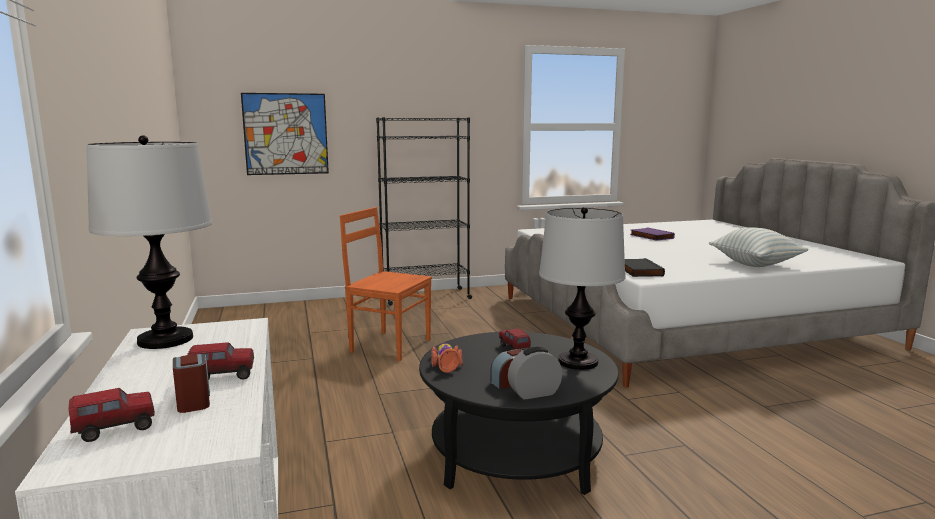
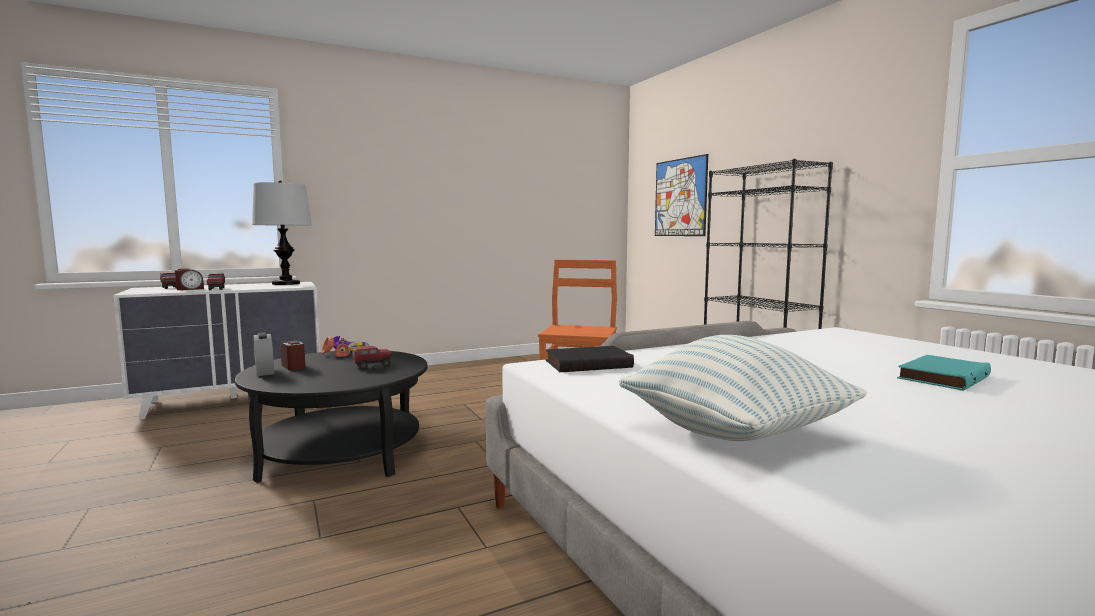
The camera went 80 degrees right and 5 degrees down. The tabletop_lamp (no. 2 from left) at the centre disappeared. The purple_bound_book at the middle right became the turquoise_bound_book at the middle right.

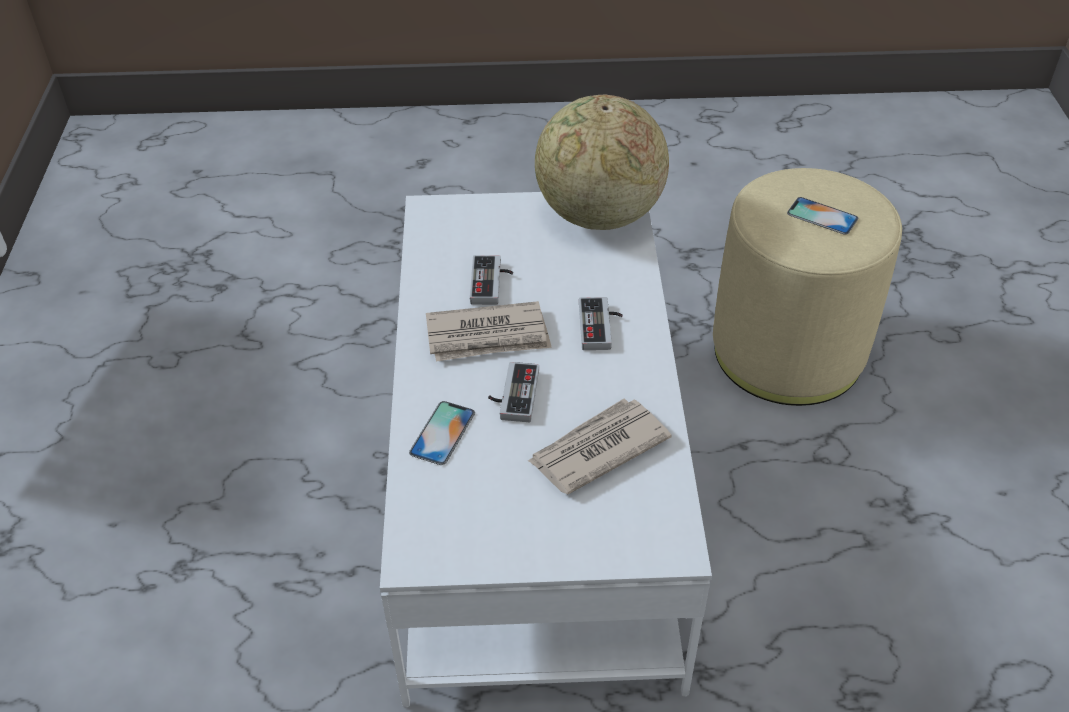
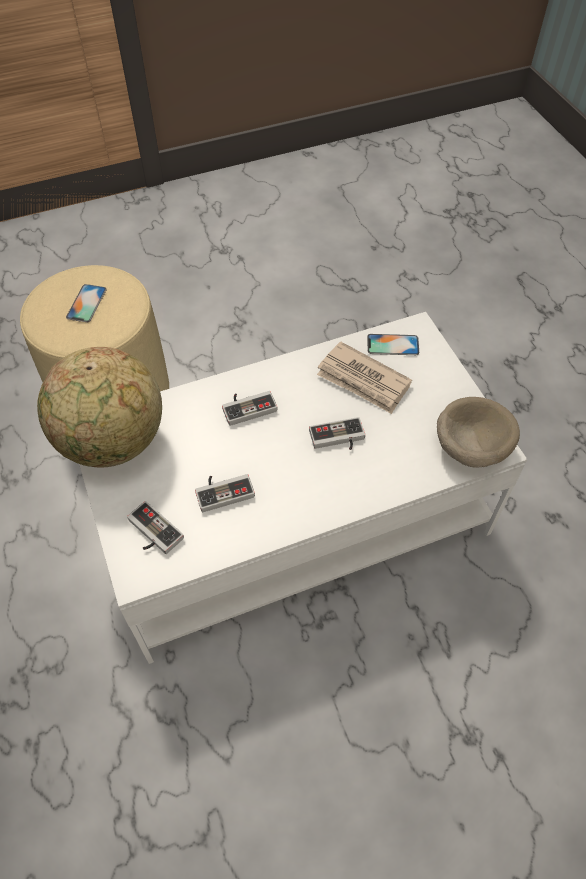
The camera went 110 degrees left and 10 degrees up. The printed_paper (no. 1 from left) at the centre disappeared. The phone (no. 1 from left in the first image) moved from the centre to the middle right. The beige_serving_bowl at the middle right appeared. The gamepad (no. 1 from left) at the middle left appeared.

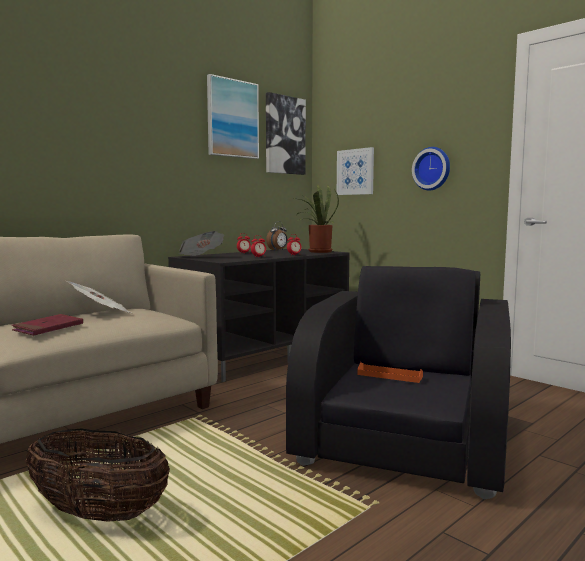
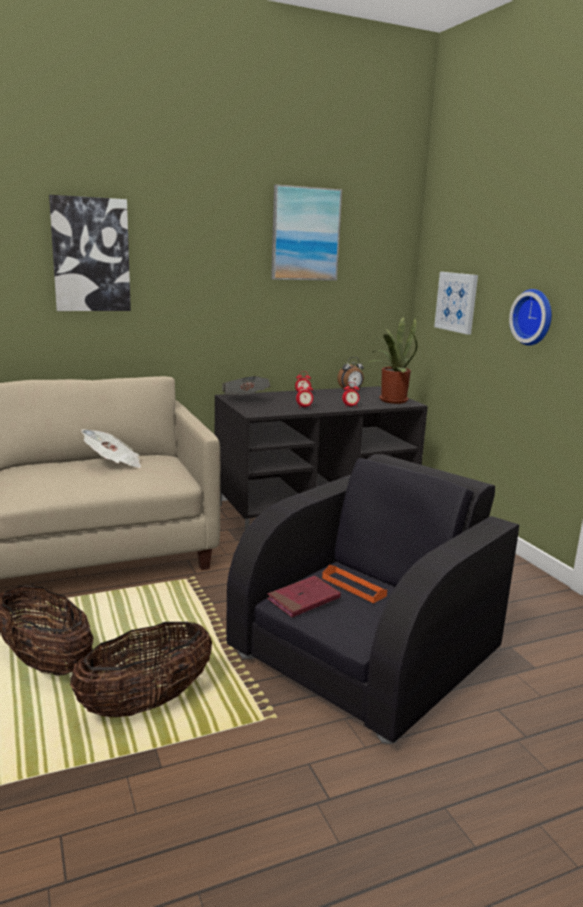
The camera went 20 degrees right and 10 degrees up. The wall_art (no. 2 from left in the first image) moved from the top centre to the top left. The red_bound_book moved from the middle left to the centre. The basket (no. 2 from left) at the bottom left appeared.

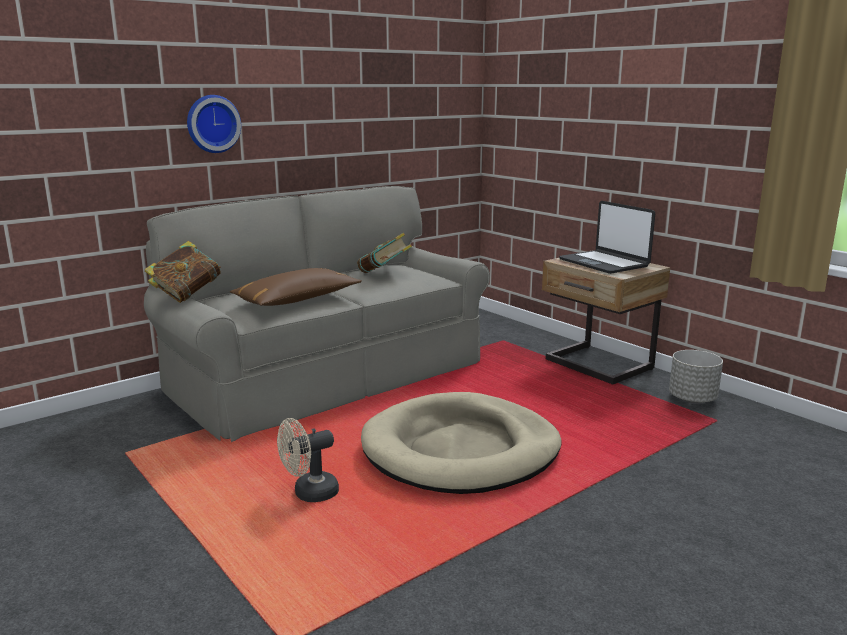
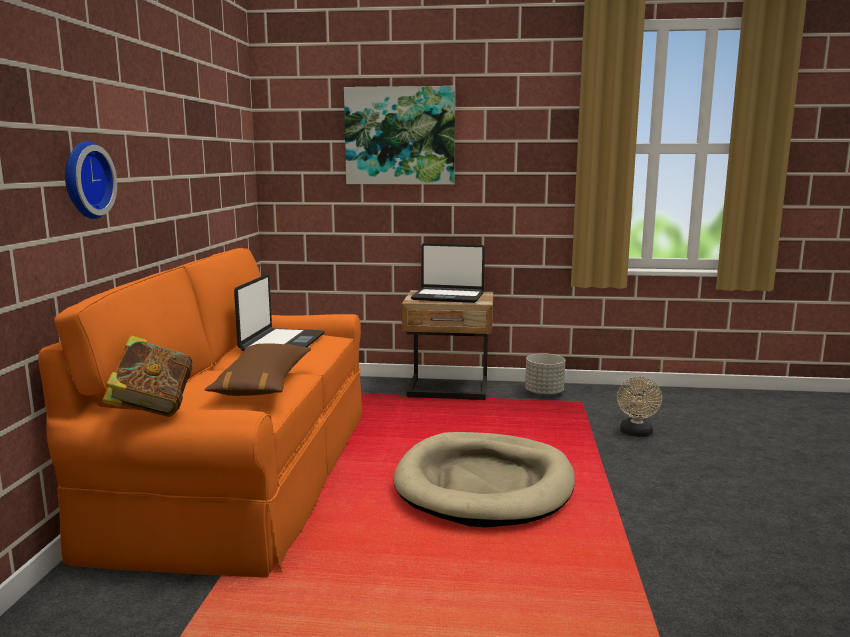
The camera went 45 degrees left and 5 degrees down. The greyish_couch at the centre became the orangey_couch at the middle left. The bound_book (no. 2 from left) at the centre was replaced by the laptop (no. 1 from left) at the middle left. The beige_electric_fan moved from the bottom centre to the middle right. The wall_art at the top centre appeared.

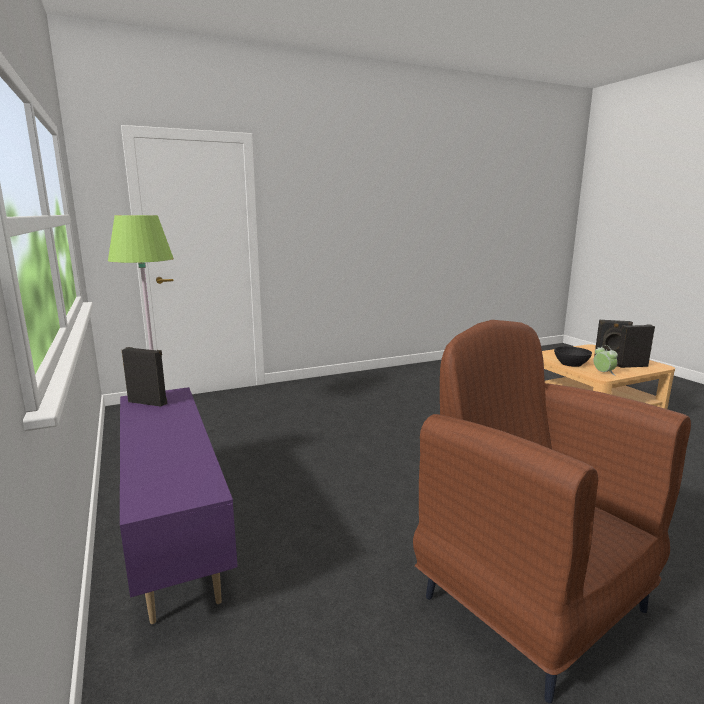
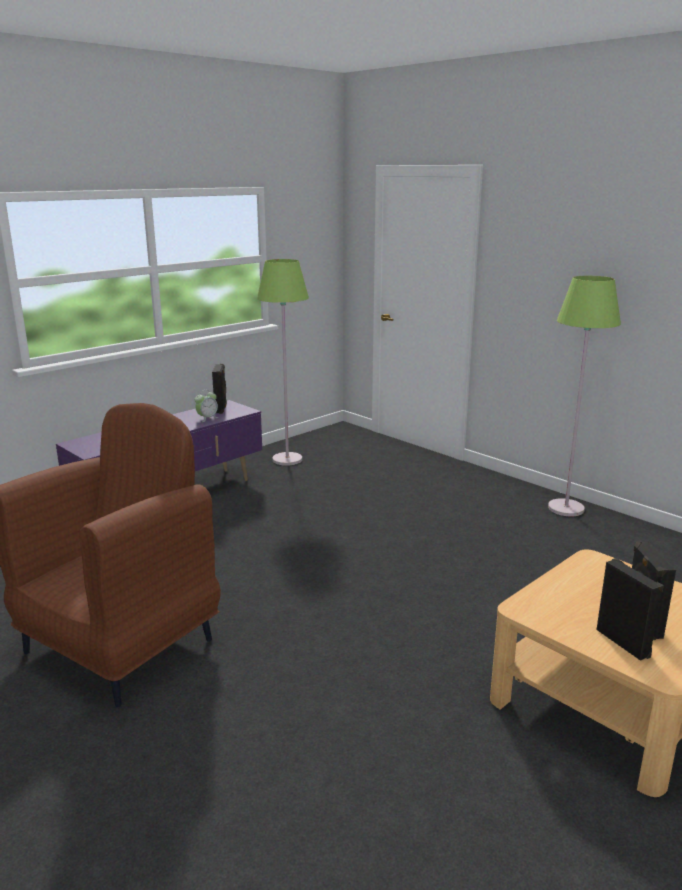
The camera went 70 degrees right and 5 degrees up. The table_clock moved from the middle right to the middle left. The black-coloured_serving_bowl at the middle right disappeared. The greenish_floor_lamp (no. 2 from left) at the middle right appeared.

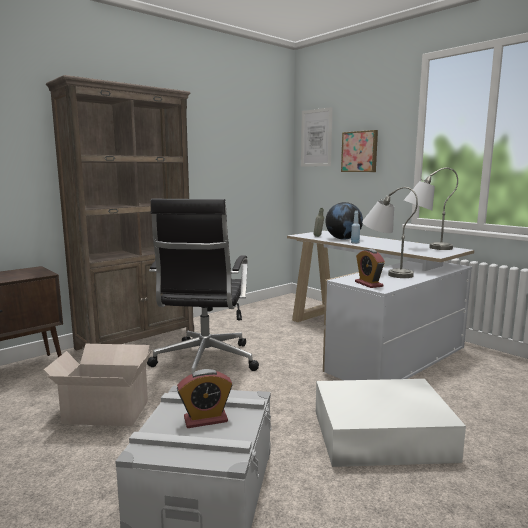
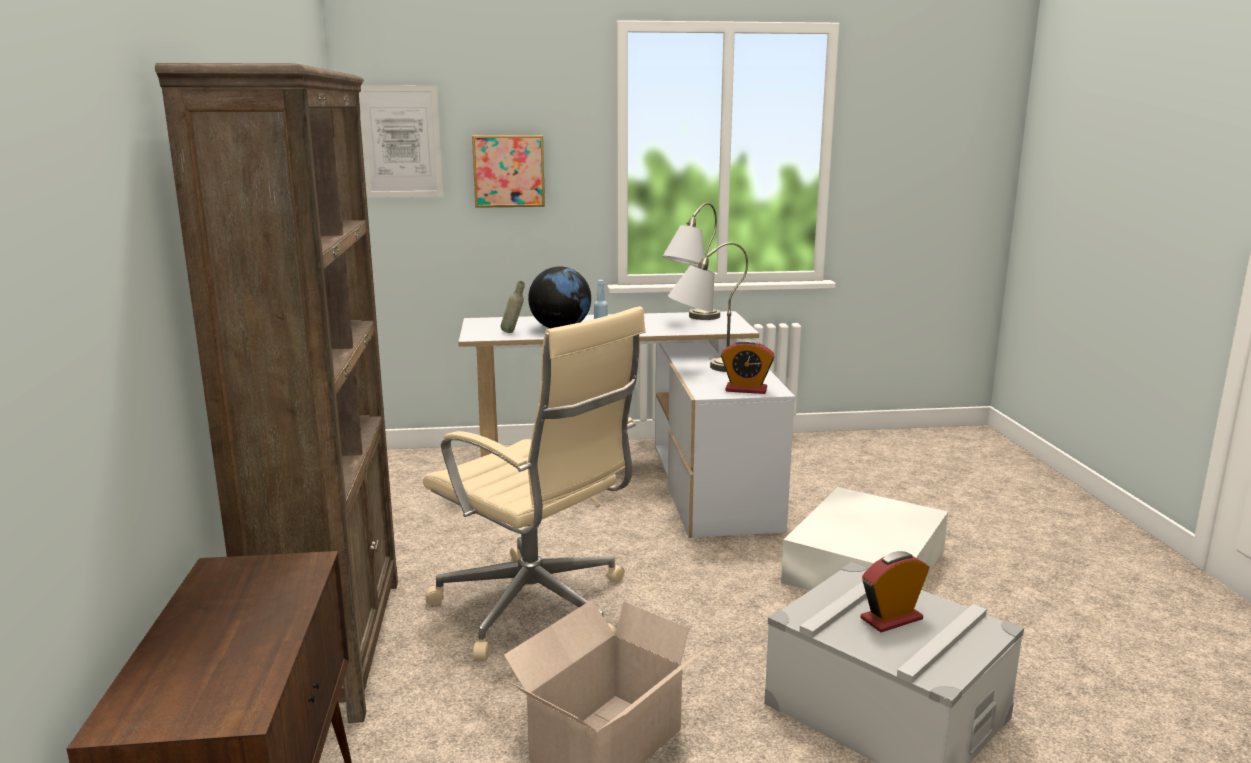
The camera went 55 degrees left and 5 degrees up. The black-coloured_office_chair at the centre became the beige_office_chair at the centre. The table_clock (no. 1 from left in the first image) at the bottom centre turned 135 degrees counterclockwise.

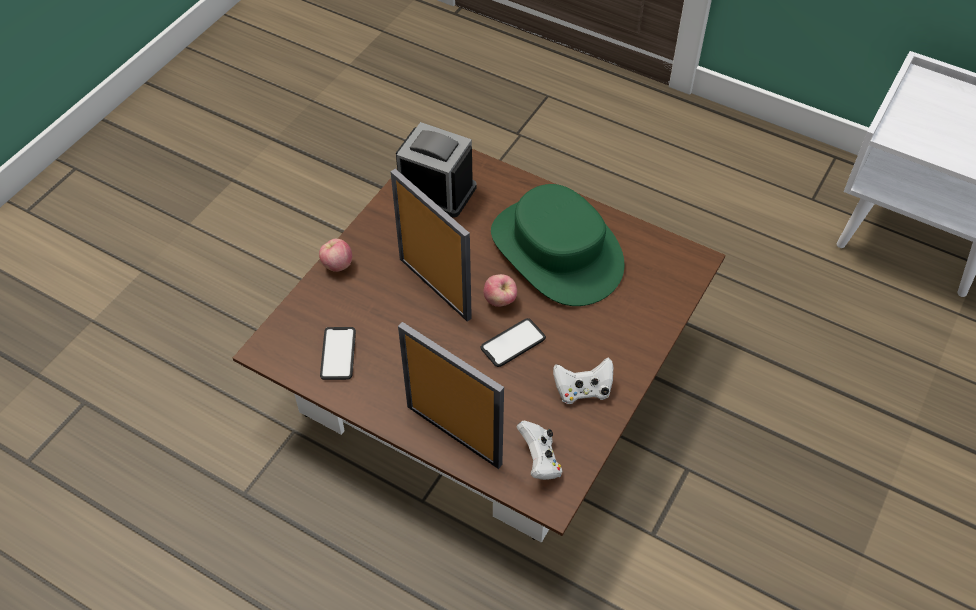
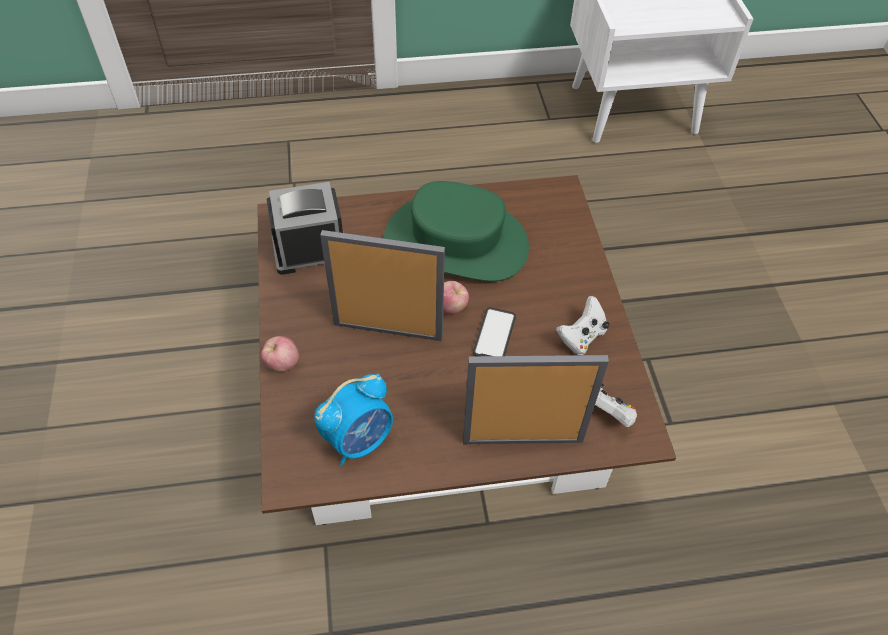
The camera went 40 degrees left and 0 degrees up. The phone (no. 1 from left) at the centre was replaced by the table_clock (no. 2 from left) at the centre.

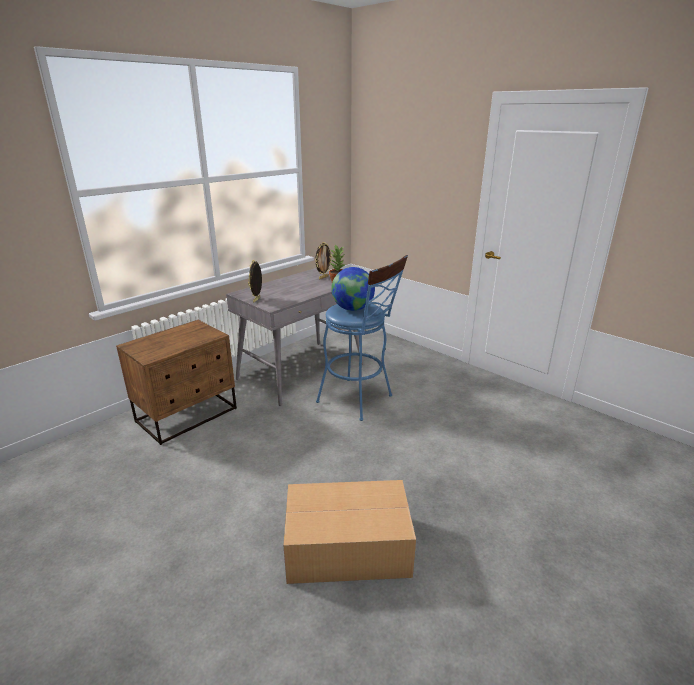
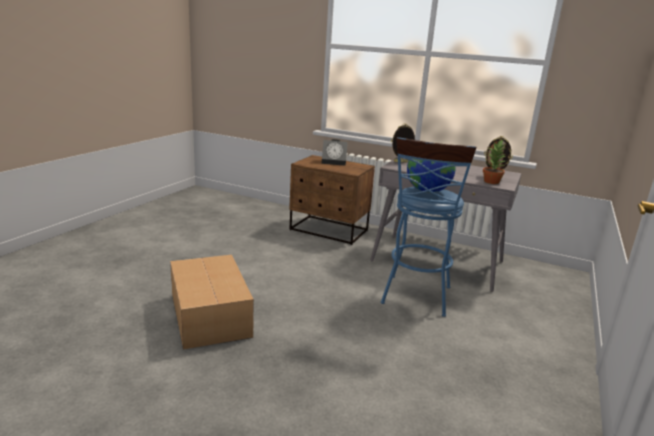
The camera went 70 degrees right and 5 degrees down. The table_clock at the centre appeared.

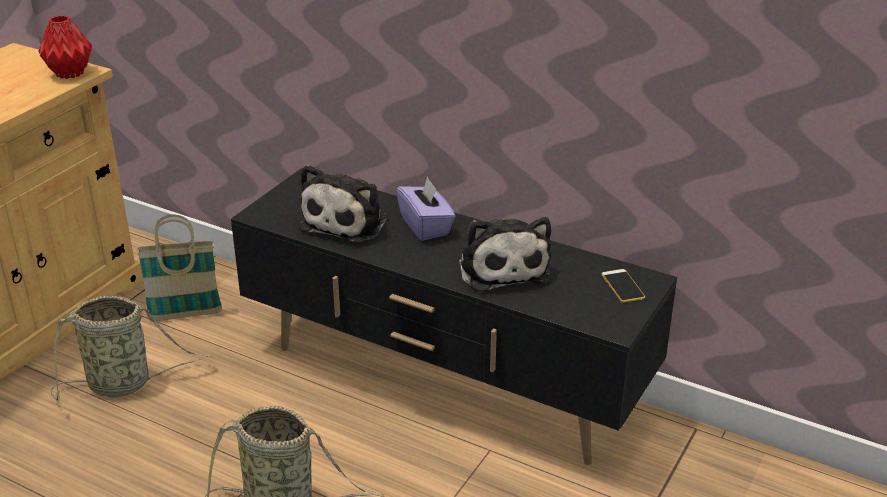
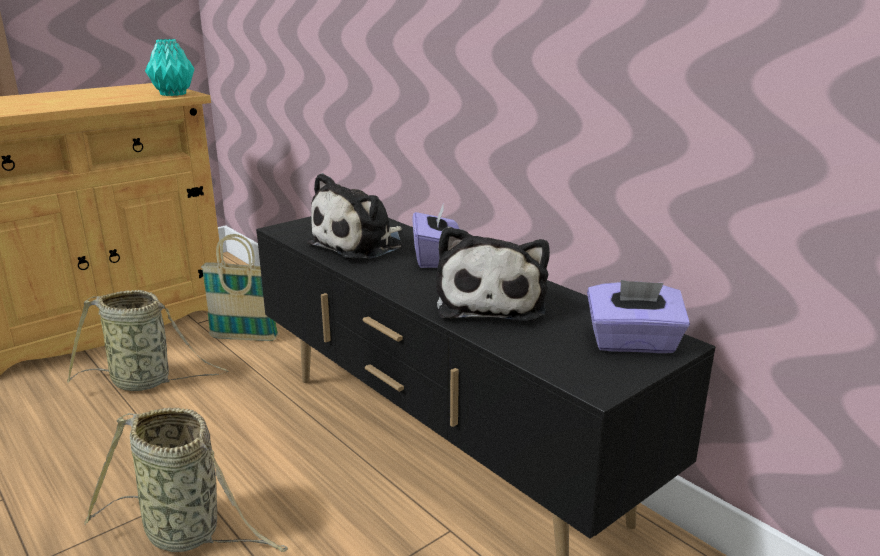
The camera went 20 degrees right and 10 degrees down. The red_vase at the top left became the turquoise_vase at the top left. The phone at the middle right was replaced by the purple_tissue_box (no. 2 from left) at the middle right.

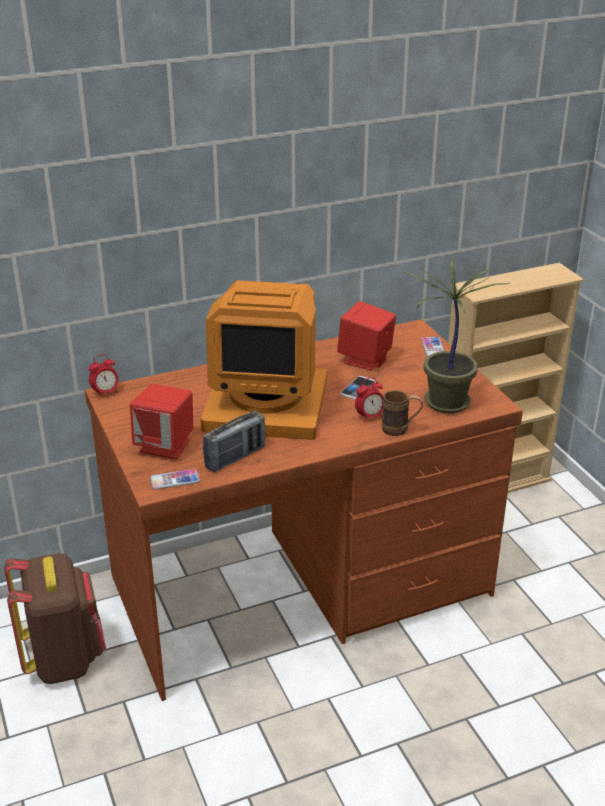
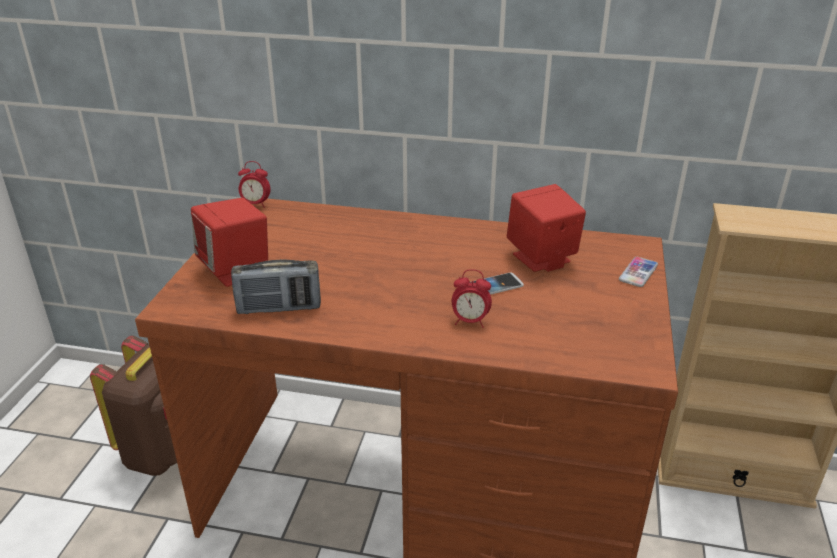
The camera went 35 degrees right and 0 degrees up. The plant_in_a_pot at the middle right disappeared. The monitor at the centre disappeared. The brown-coloured_coffee_mug at the centre disappeared. The phone (no. 1 from left) at the middle left disappeared.

